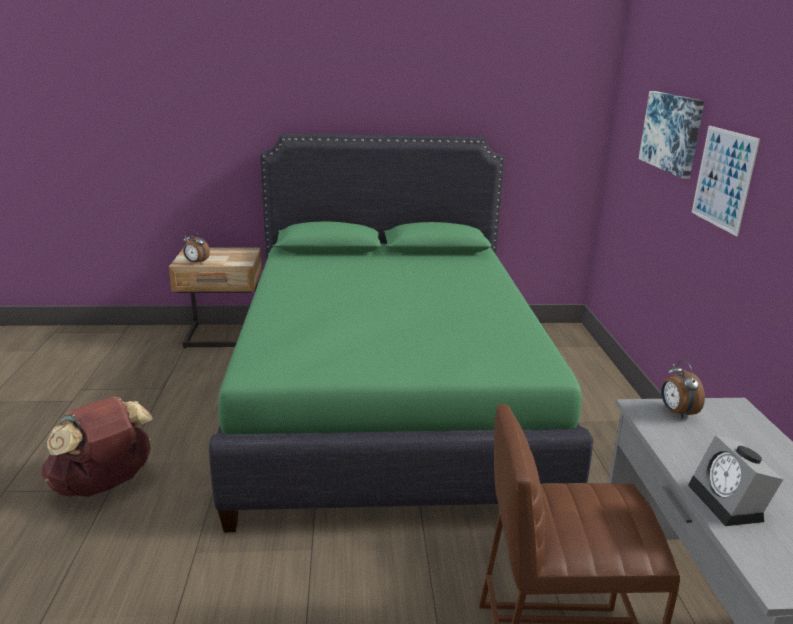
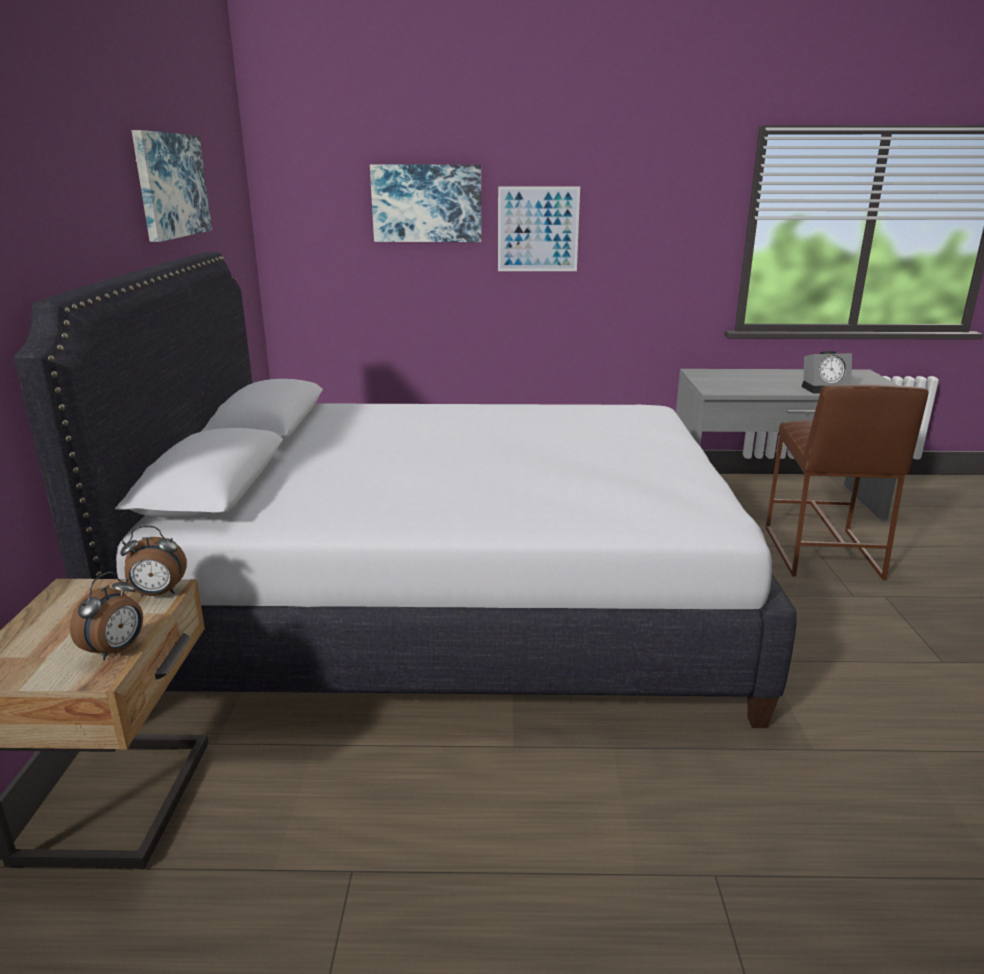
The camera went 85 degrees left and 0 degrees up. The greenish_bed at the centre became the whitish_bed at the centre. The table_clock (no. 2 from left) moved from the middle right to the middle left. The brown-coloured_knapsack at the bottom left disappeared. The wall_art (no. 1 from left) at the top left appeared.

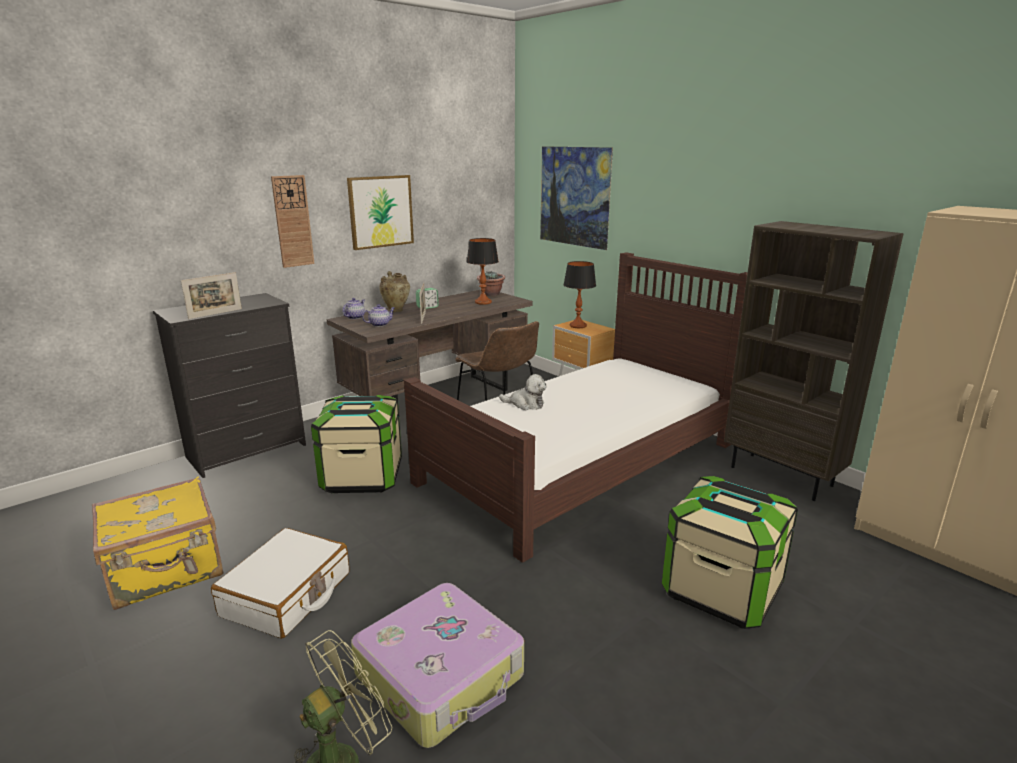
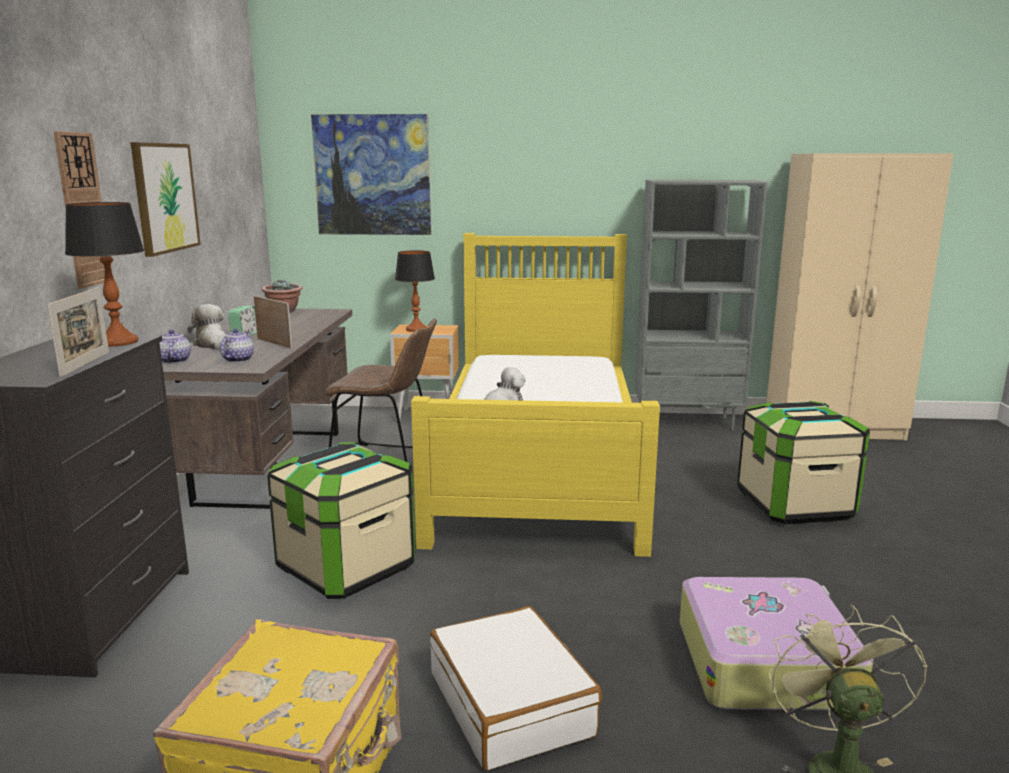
The camera went 45 degrees left and 5 degrees down. The brown-coloured_bookshelf at the middle right became the greyish_bookshelf at the middle right. The tabletop_lamp (no. 1 from left) moved from the centre to the middle left. The brown-coloured_bed at the centre became the yellow_bed at the centre. The beige_vase at the centre was replaced by the plush_toy (no. 1 from left) at the middle left.

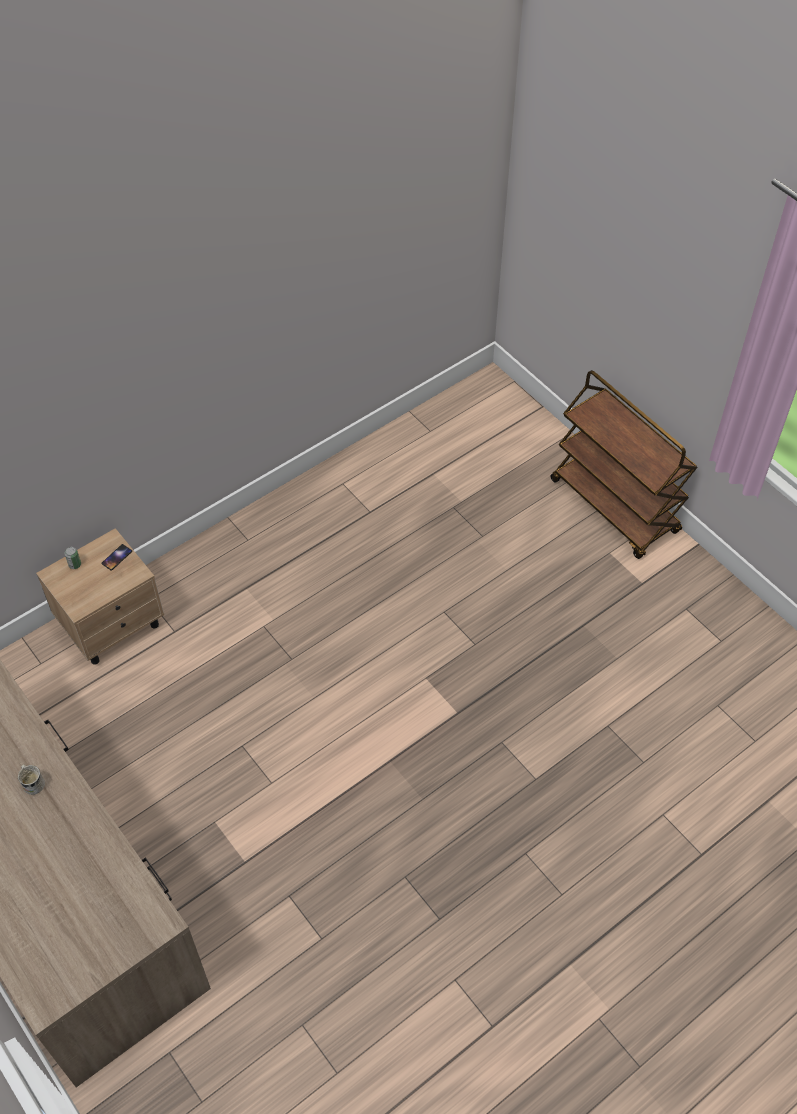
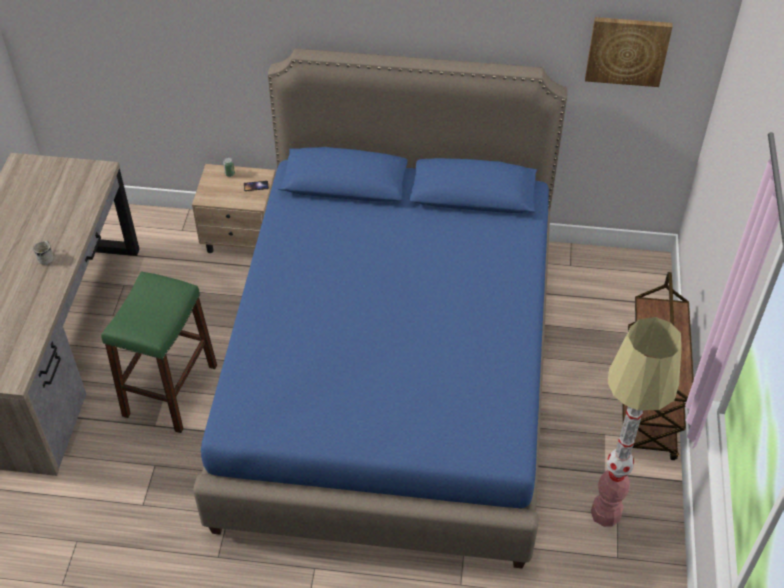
The camera went 45 degrees right and 5 degrees down. The wall_art at the top right appeared. The blue_bed at the centre appeared. The greenish_stool_seat at the middle left appeared. The floor_lamp at the bottom right appeared.

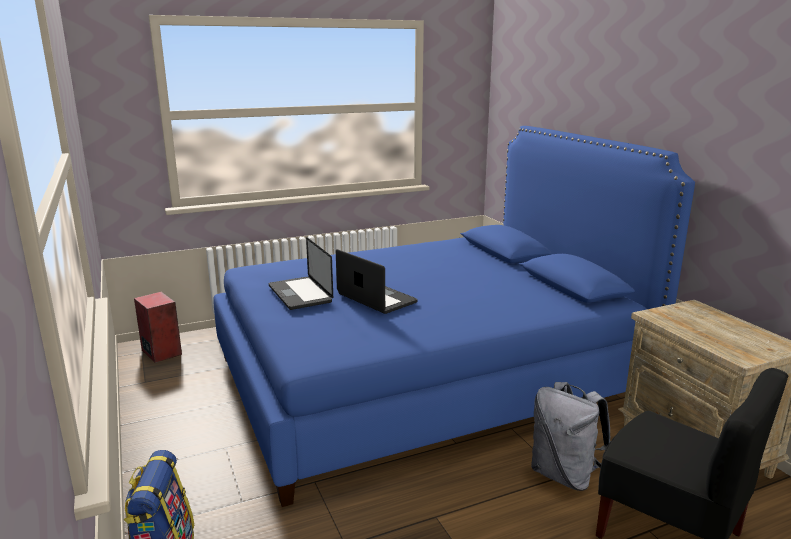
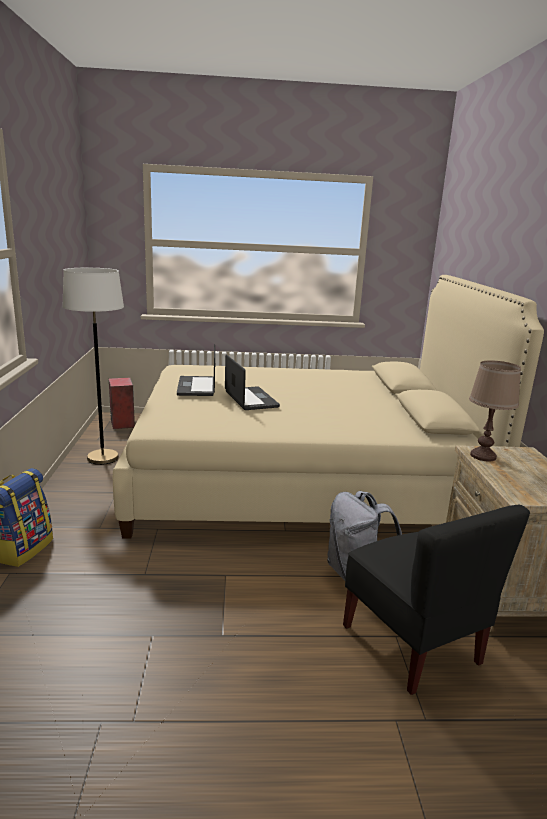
The camera went 20 degrees right and 0 degrees up. The blue_bed at the centre became the beige_bed at the centre. The whitish_floor_lamp at the middle left appeared. The brown-coloured_tabletop_lamp at the middle right appeared.

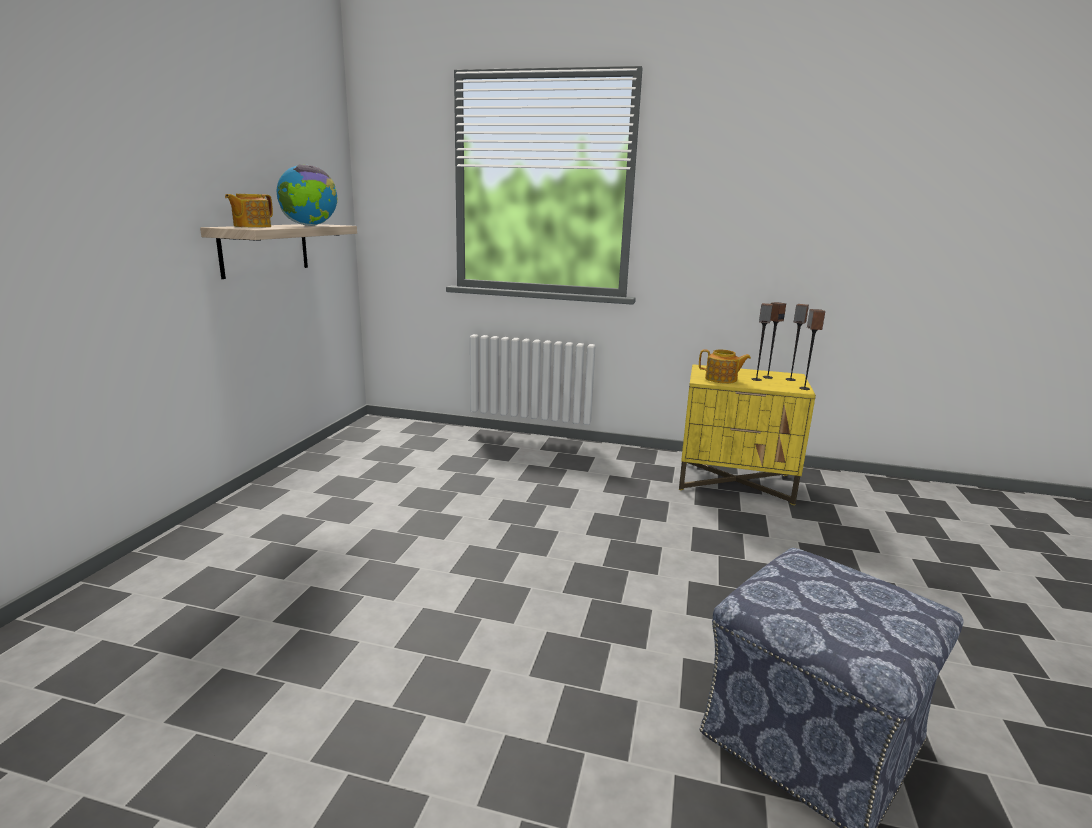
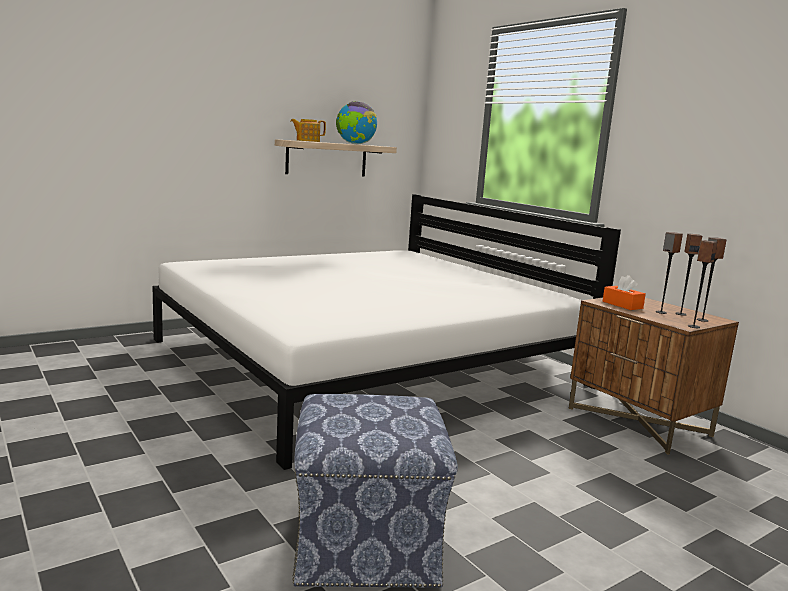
The camera went 40 degrees right and 5 degrees down. The pot_for_tea (no. 2 from left) at the centre was replaced by the orangey_tissue_box at the middle right. The yellow_nightstand at the middle right became the brown-coloured_nightstand at the middle right. The whitish_bed at the centre appeared.

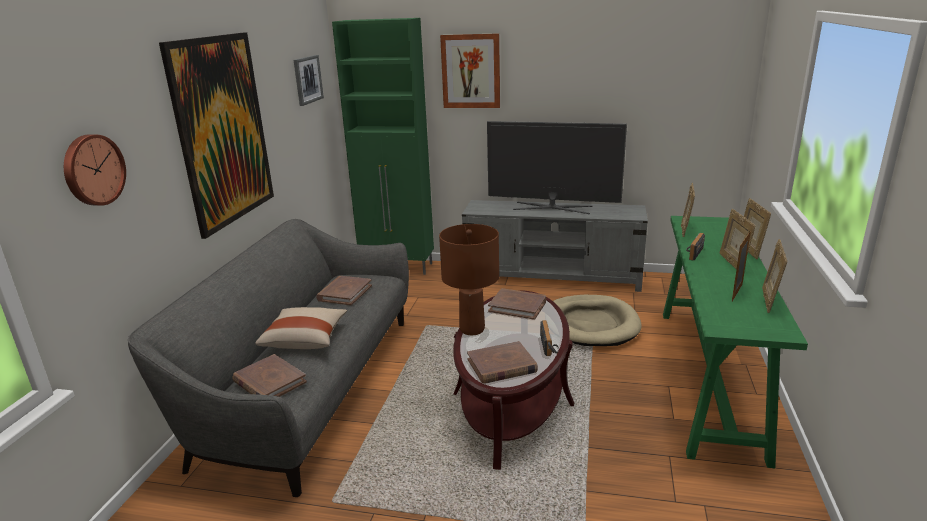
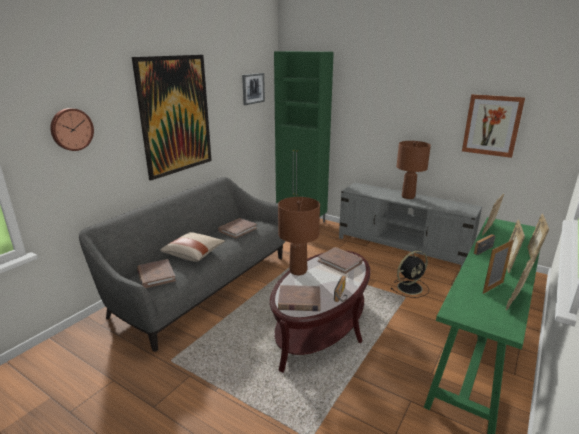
The camera went 20 degrees right and 0 degrees up. The wall_art (no. 3 from left) moved from the top centre to the top right. The TV_set at the top centre was replaced by the brown-coloured_tabletop_lamp (no. 2 from left) at the middle right. The beige_dog_cushion at the centre was replaced by the black-coloured_electric_fan at the middle right.

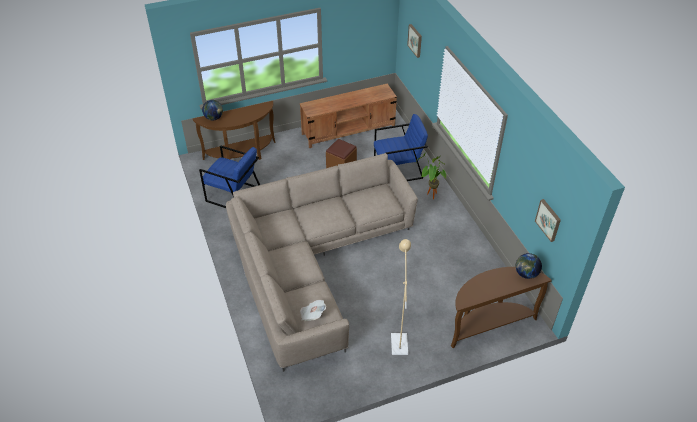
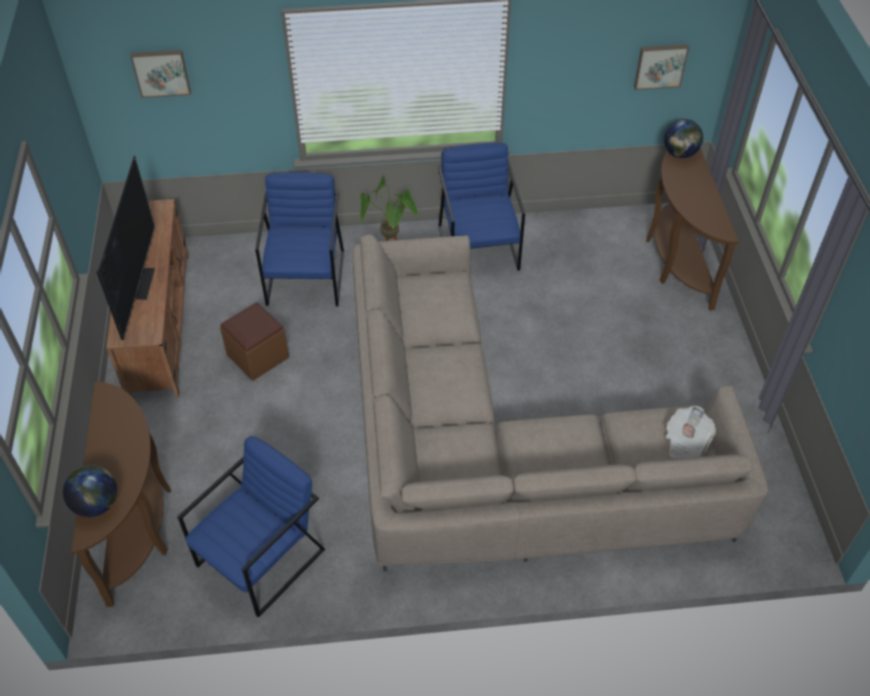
The camera went 75 degrees left and 5 degrees up. The beige_floor_lamp at the bottom centre disappeared. The blue_lounge_chair (no. 3 from left) at the top centre appeared. The TV_set at the middle left appeared.

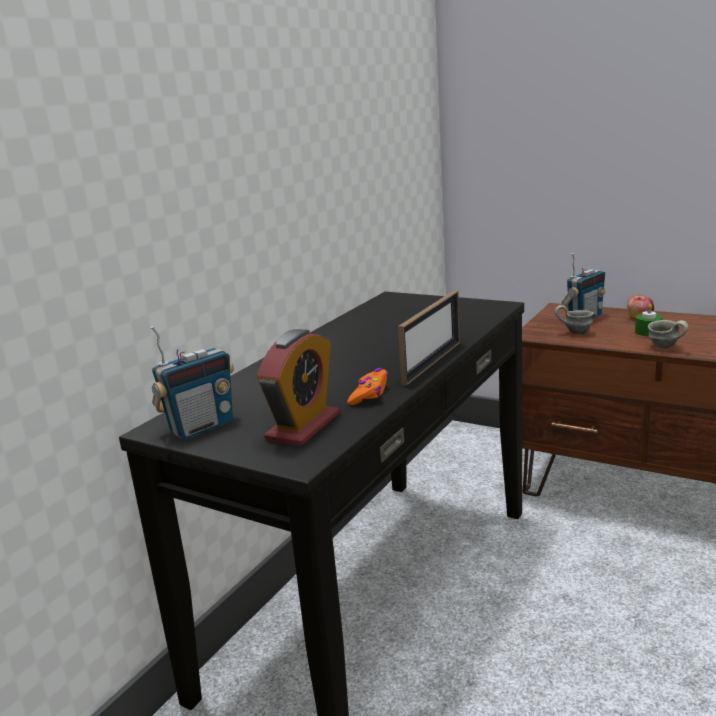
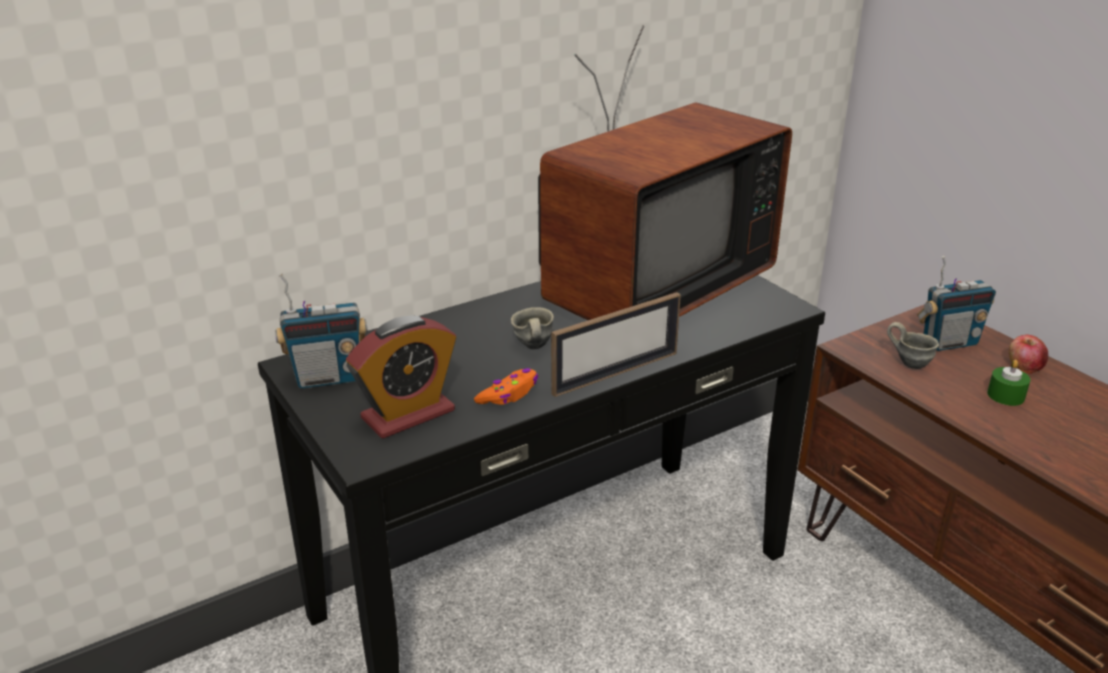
The camera went 25 degrees right and 10 degrees up. The greyish_coffee_mug (no. 2 from left in the first image) moved from the middle right to the centre. The TV_set at the top centre appeared.

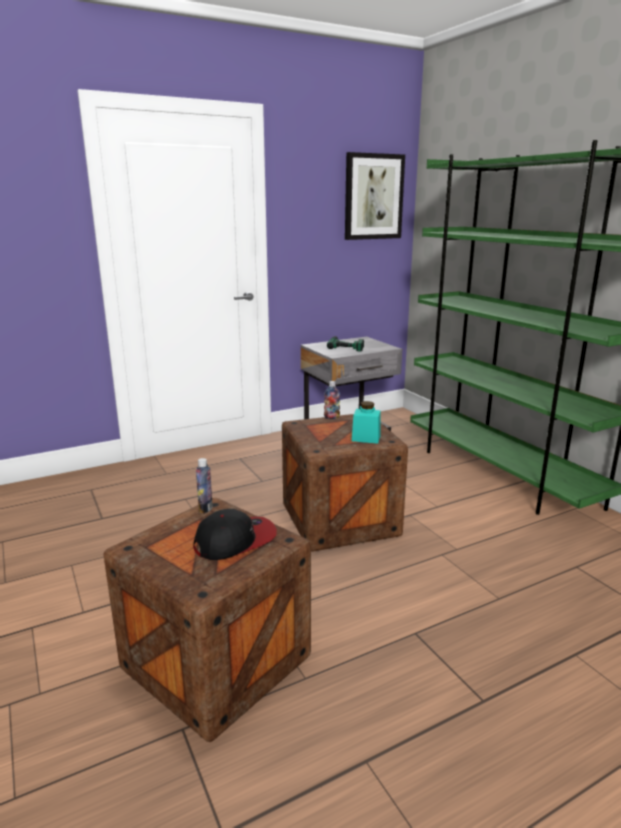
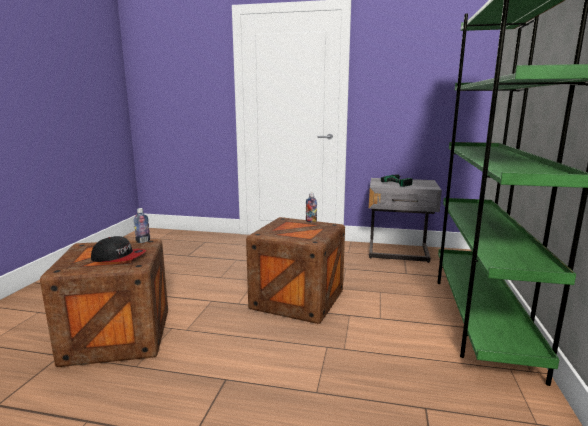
The camera went 40 degrees right and 5 degrees down. The wall_art at the top centre disappeared. The turquoise_jar at the centre disappeared.

